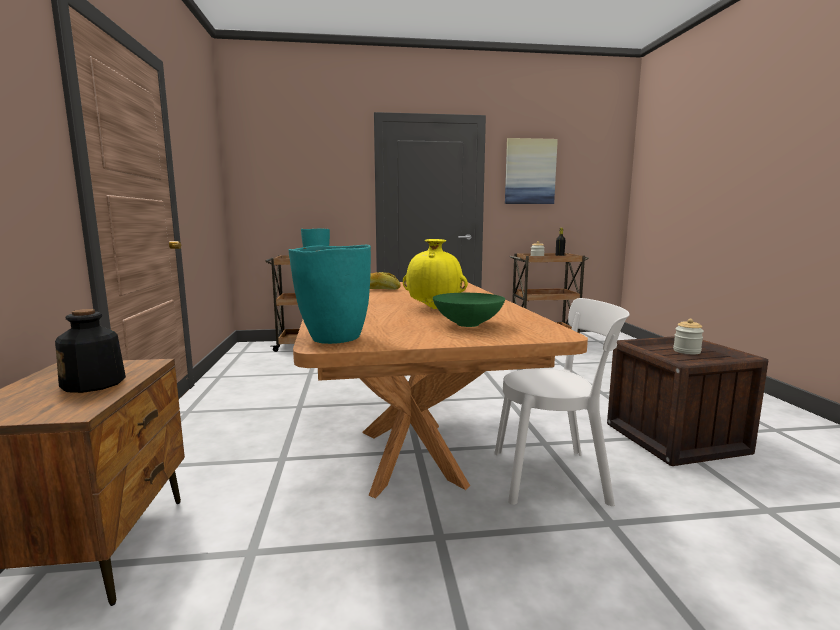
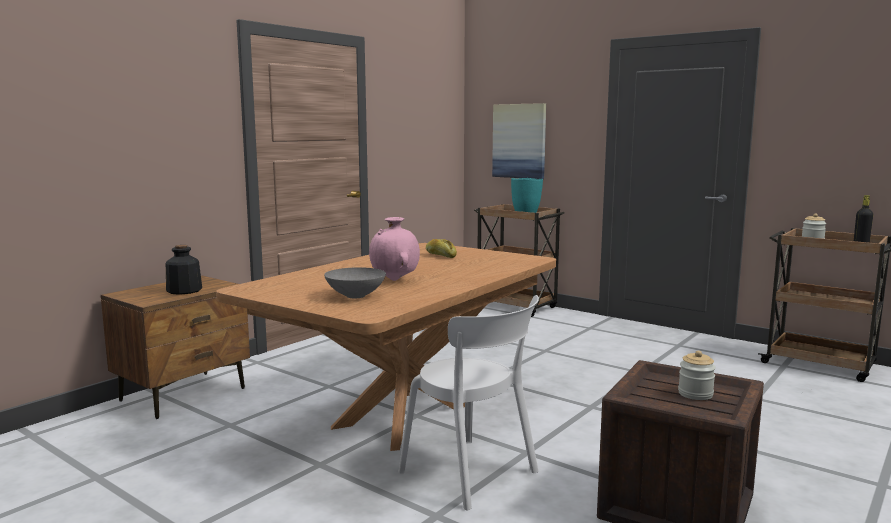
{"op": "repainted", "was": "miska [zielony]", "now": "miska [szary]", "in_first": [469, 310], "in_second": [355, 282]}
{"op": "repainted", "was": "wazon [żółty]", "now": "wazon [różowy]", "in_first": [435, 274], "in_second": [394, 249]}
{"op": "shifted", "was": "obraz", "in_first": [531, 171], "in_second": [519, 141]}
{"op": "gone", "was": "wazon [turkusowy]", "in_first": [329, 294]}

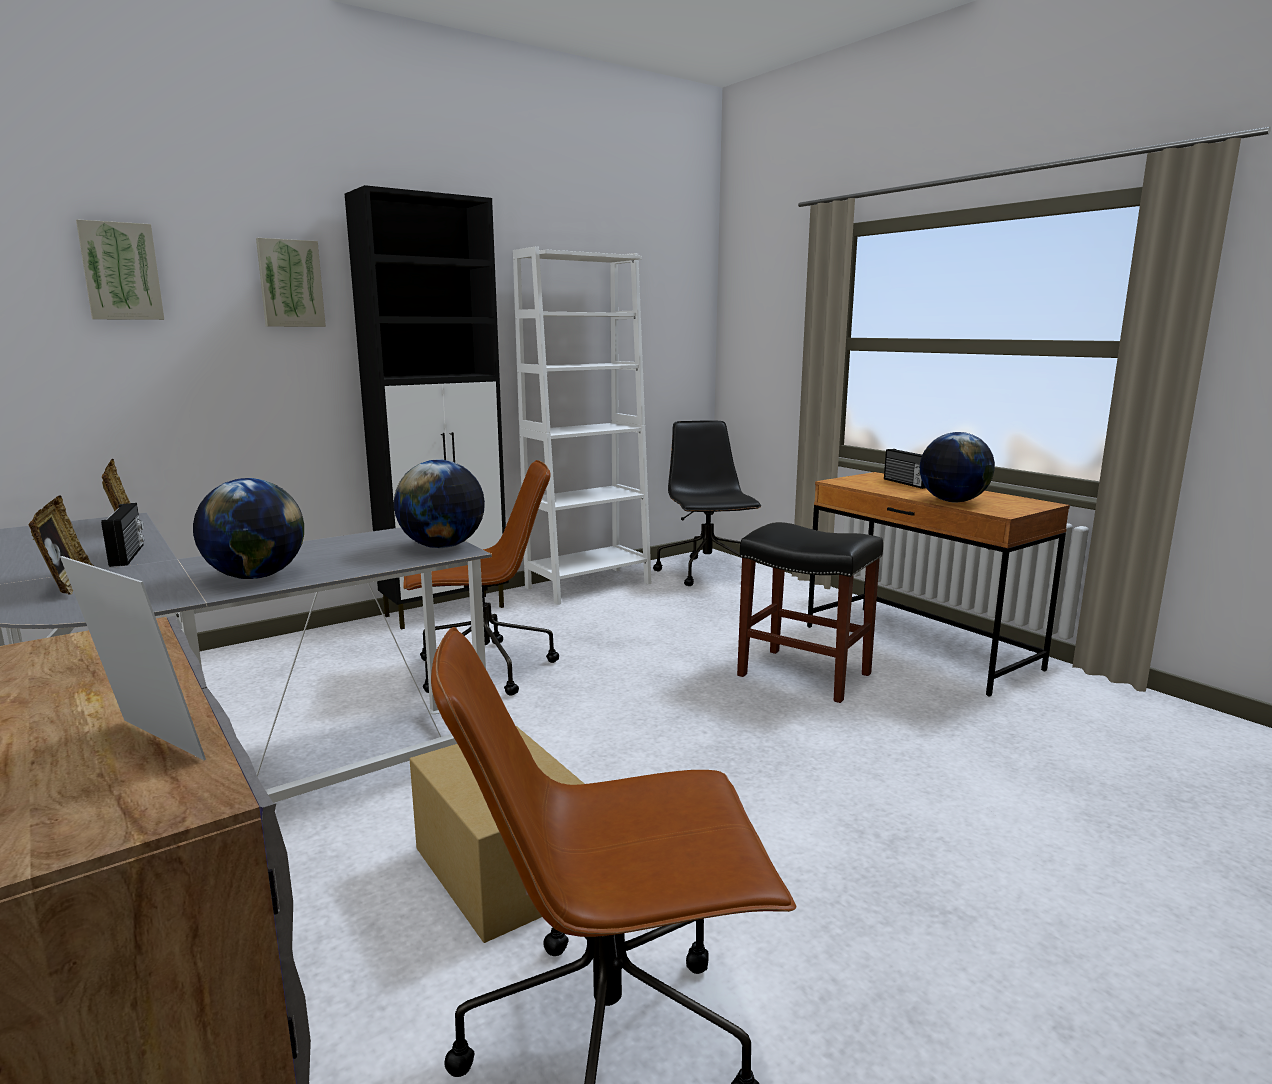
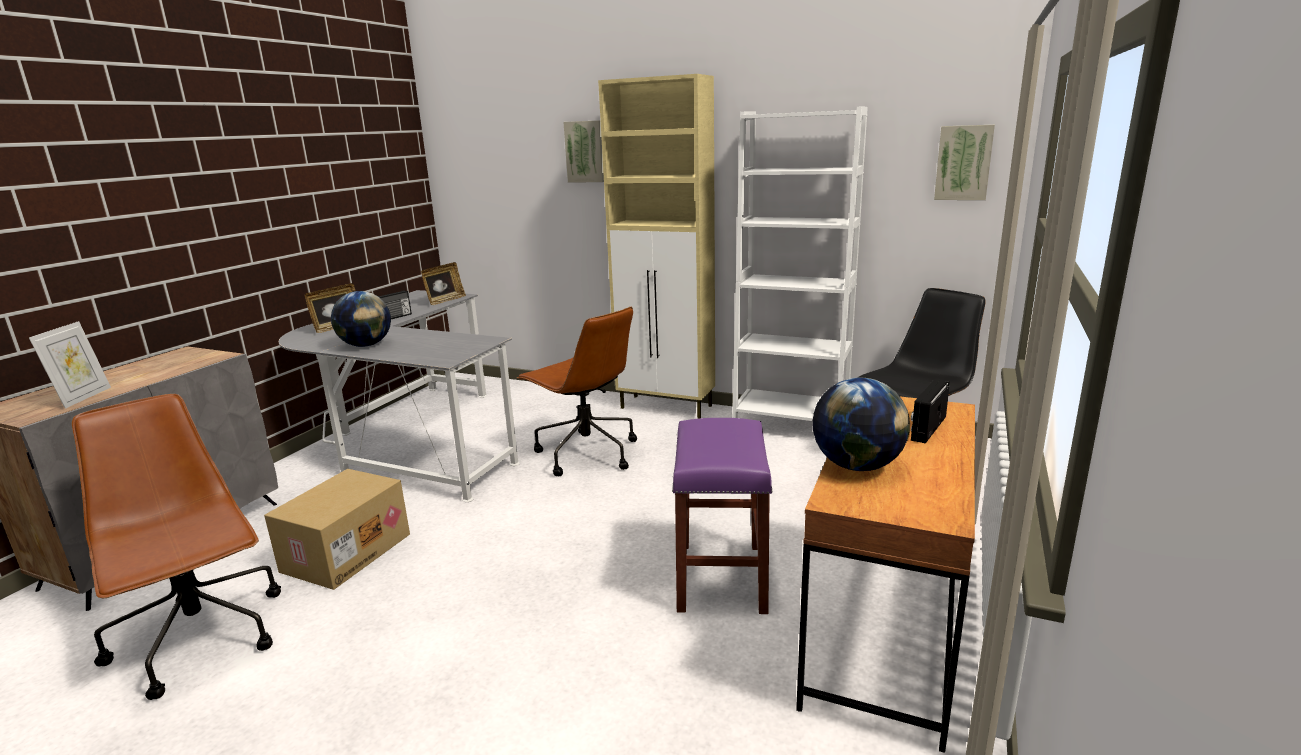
{"op": "repainted", "was": "szafka [czarny]", "now": "szafka [beżowy]", "in_first": [425, 407], "in_second": [656, 246]}
{"op": "repainted", "was": "stołek [czarny]", "now": "stołek [fioletowy]", "in_first": [810, 612], "in_second": [722, 516]}
{"op": "shifted", "was": "obraz", "in_first": [120, 269], "in_second": [964, 162]}
{"op": "gone", "was": "globus", "in_first": [439, 504]}

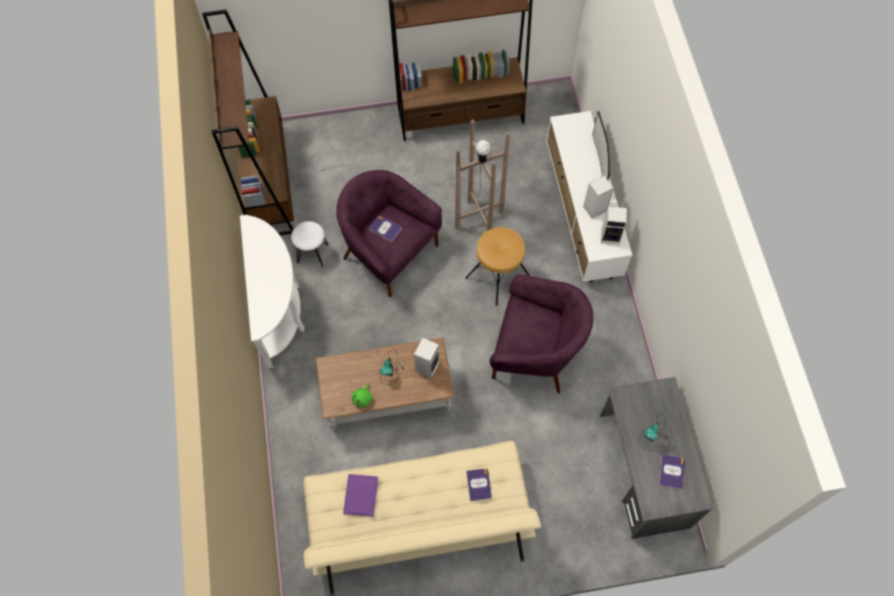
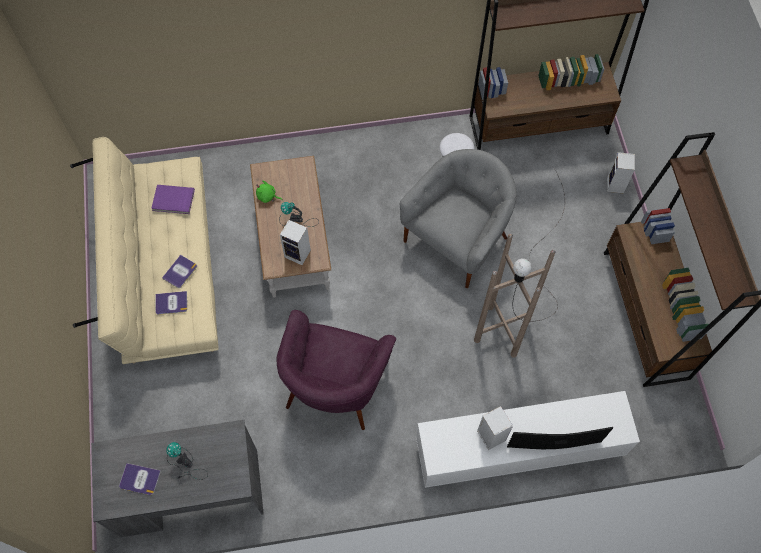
{"op": "shifted", "was": "książka", "in_first": [385, 229], "in_second": [179, 271]}
{"op": "repainted", "was": "fotel [fioletowy]", "now": "fotel [szary]", "in_first": [389, 233], "in_second": [457, 218]}
{"op": "shifted", "was": "głośnik", "in_first": [614, 225], "in_second": [621, 172]}
{"op": "gone", "was": "stolik konsolowy [biały]", "in_first": [272, 291]}
{"op": "gone", "was": "stołek [brązowy]", "in_first": [497, 266]}

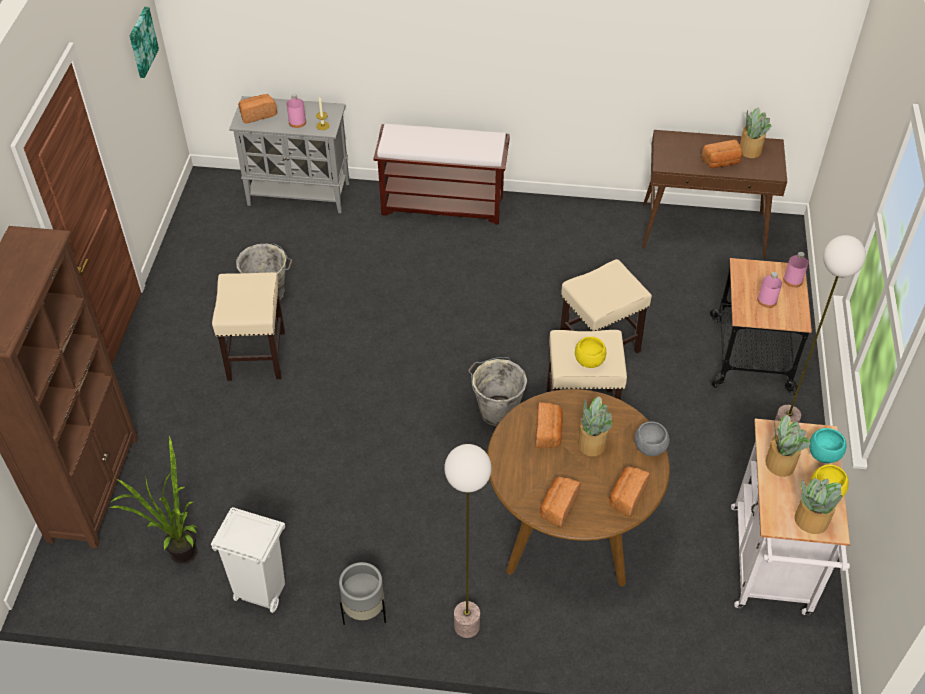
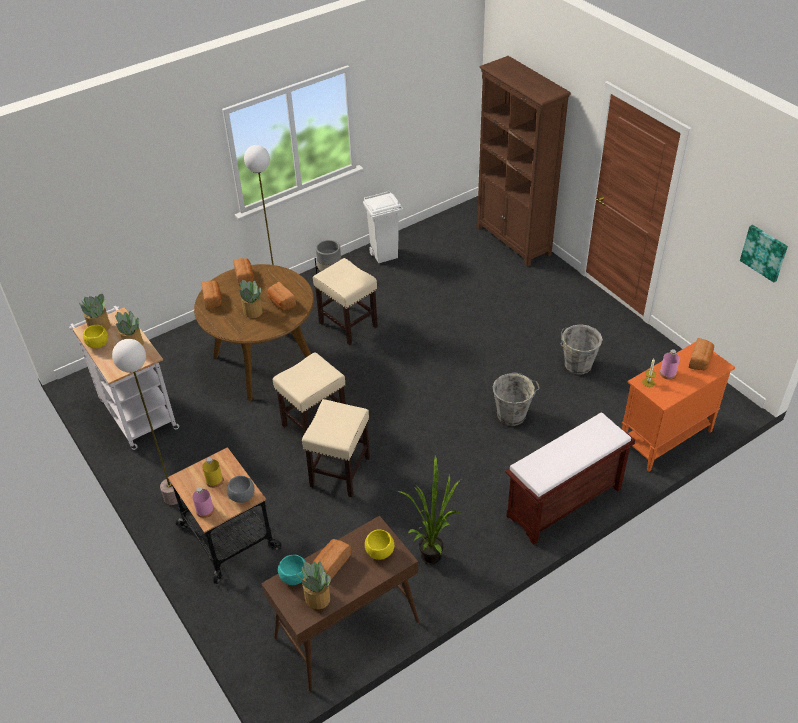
{"op": "repainted", "was": "butelka [różowy]", "now": "butelka [żółty]", "in_first": [769, 290], "in_second": [212, 472]}
{"op": "shifted", "was": "miska [szary]", "in_first": [652, 438], "in_second": [241, 489]}
{"op": "shifted", "was": "miska [turkusowy]", "in_first": [828, 445], "in_second": [292, 570]}
{"op": "shifted", "was": "stołek [beżowy]", "in_first": [248, 326], "in_second": [345, 301]}
{"op": "shifted", "was": "miska [żółty]", "in_first": [590, 352], "in_second": [379, 544]}
{"op": "shifted", "was": "roślina doniczkowa", "in_first": [153, 500], "in_second": [429, 510]}
{"op": "shifted", "was": "wiadro [szary]", "in_first": [497, 391], "in_second": [516, 399]}
{"op": "repainted", "was": "szafka [szary]", "now": "szafka [pomarańczowy]", "in_first": [289, 154], "in_second": [678, 406]}

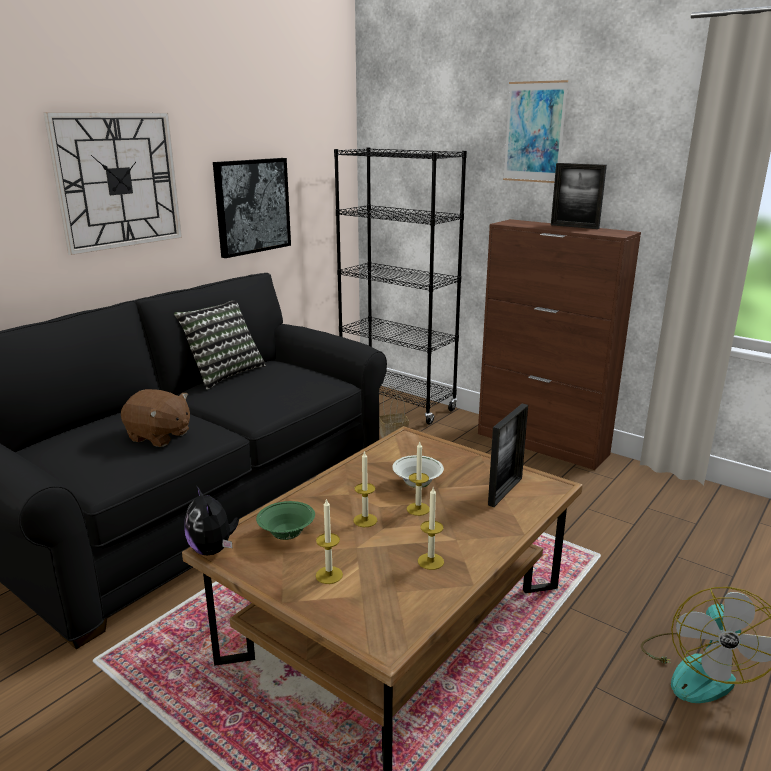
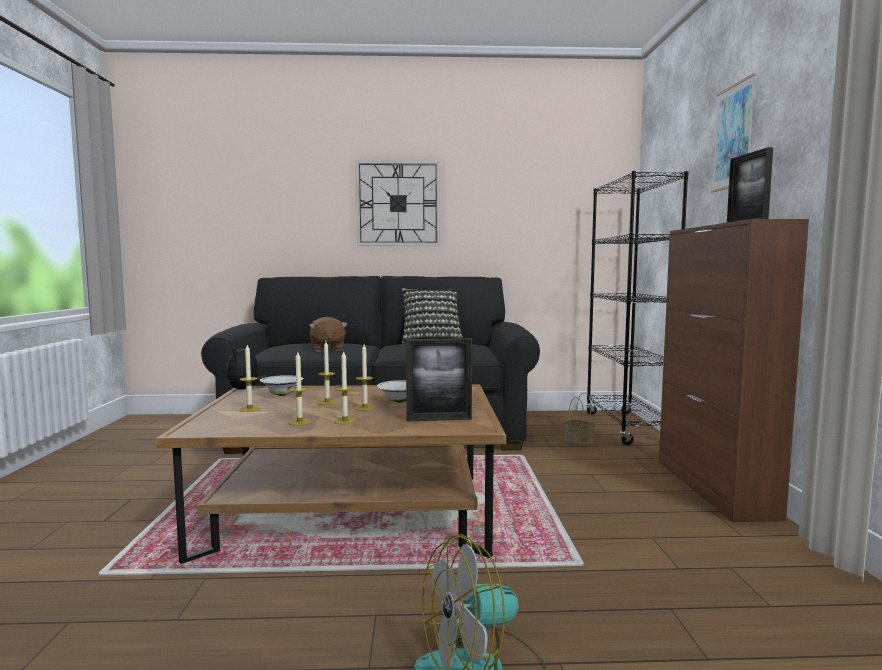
{"op": "repainted", "was": "miska [zielony]", "now": "miska [biały]", "in_first": [285, 520], "in_second": [281, 385]}
{"op": "new", "now": "świeca", "in_second": [345, 387]}
{"op": "gone", "was": "obraz", "in_first": [252, 208]}

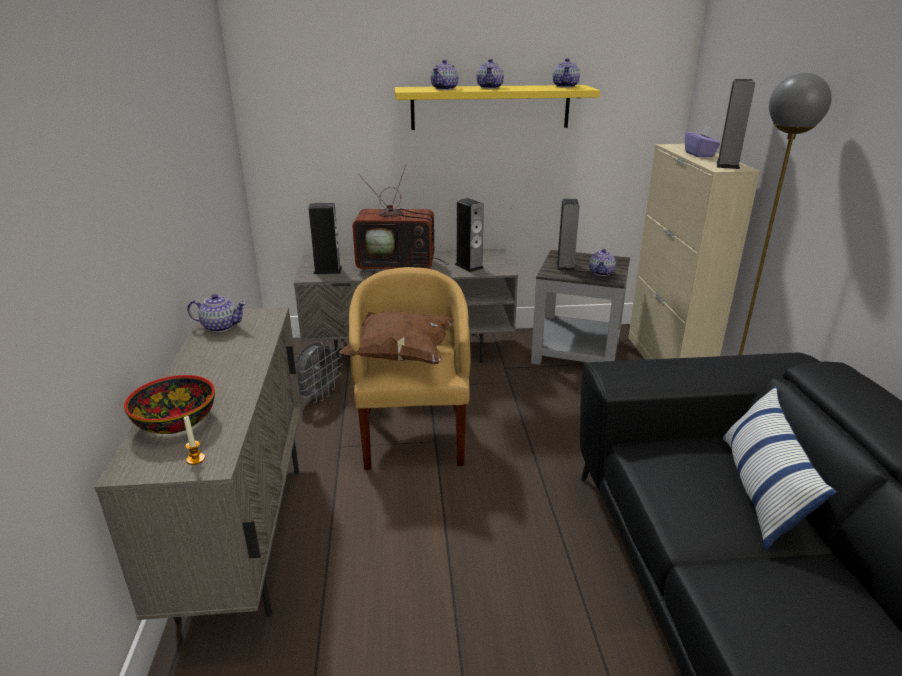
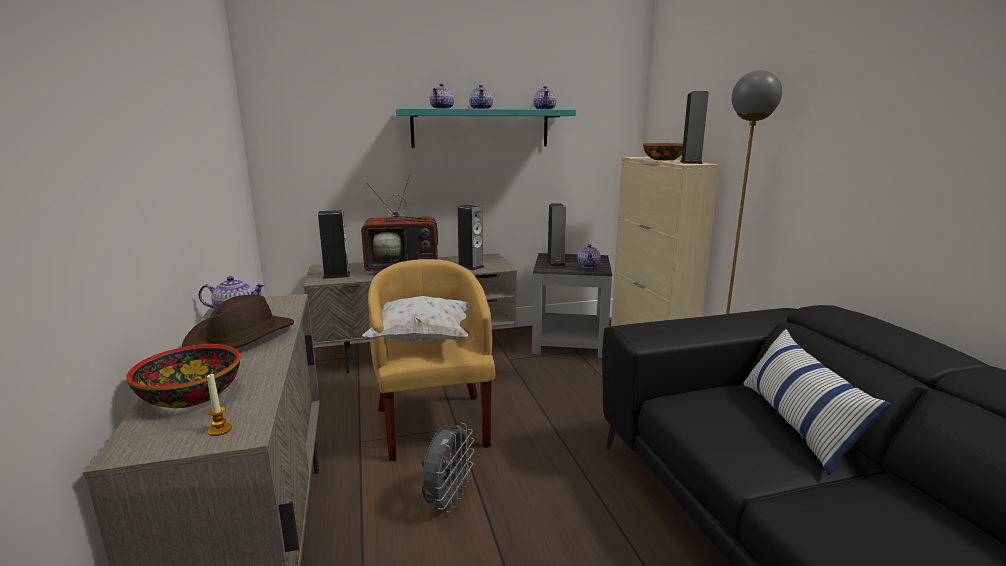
{"op": "new", "now": "kapelusz [brązowy]", "in_second": [238, 322]}
{"op": "repainted", "was": "poduszka [brązowy]", "now": "poduszka [biały]", "in_first": [396, 338], "in_second": [416, 319]}
{"op": "repainted", "was": "półka [żółty]", "now": "półka [turkusowy]", "in_first": [497, 107], "in_second": [486, 128]}
{"op": "shifted", "was": "wentylator [szary]", "in_first": [319, 372], "in_second": [448, 468]}
{"op": "swapped", "was": "pudełko chusteczek [fioletowy]", "now": "miska", "in_first": [702, 141], "in_second": [663, 151]}

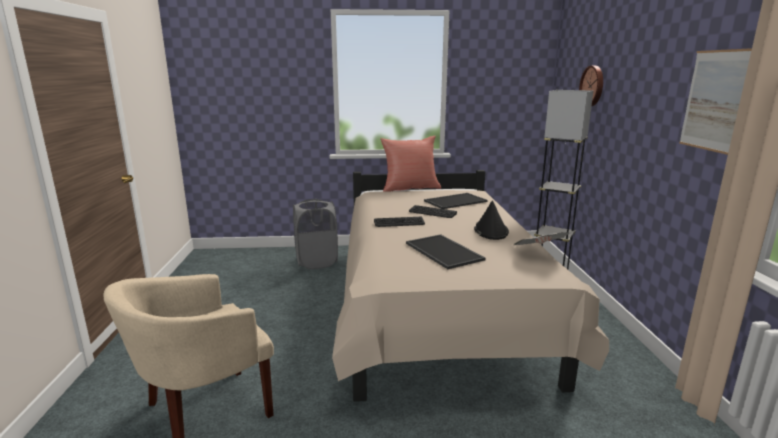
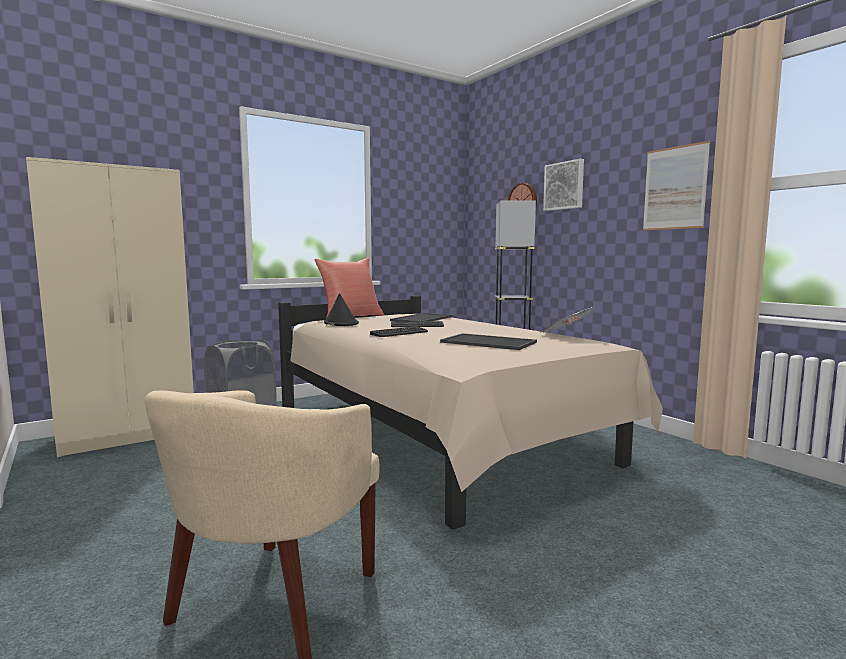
{"op": "new", "now": "szafa [beżowy]", "in_second": [110, 307]}
{"op": "shifted", "was": "kapelusz [czarny]", "in_first": [491, 220], "in_second": [341, 309]}
{"op": "new", "now": "obraz", "in_second": [563, 185]}

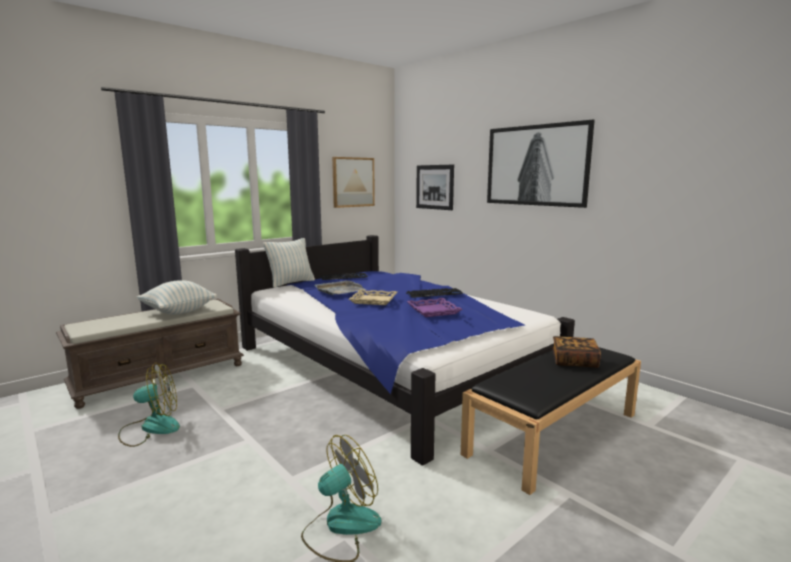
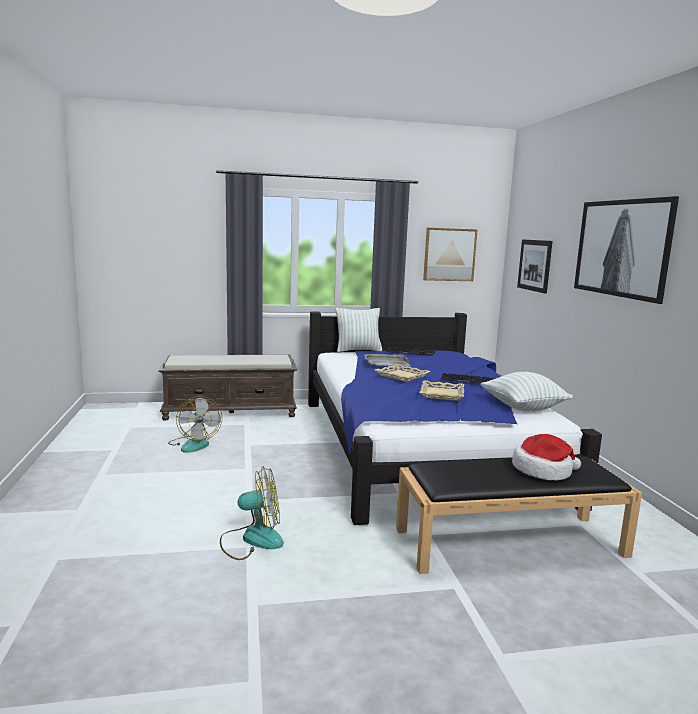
{"op": "rotated", "was": "wentylator", "in_first": [149, 405], "in_second": [195, 424], "clockwise": 60}
{"op": "repainted", "was": "taca [fioletowy]", "now": "taca [beżowy]", "in_first": [434, 307], "in_second": [441, 390]}
{"op": "shifted", "was": "poduszka", "in_first": [177, 297], "in_second": [527, 391]}
{"op": "swapped", "was": "książka", "now": "kapelusz", "in_first": [576, 352], "in_second": [546, 457]}

